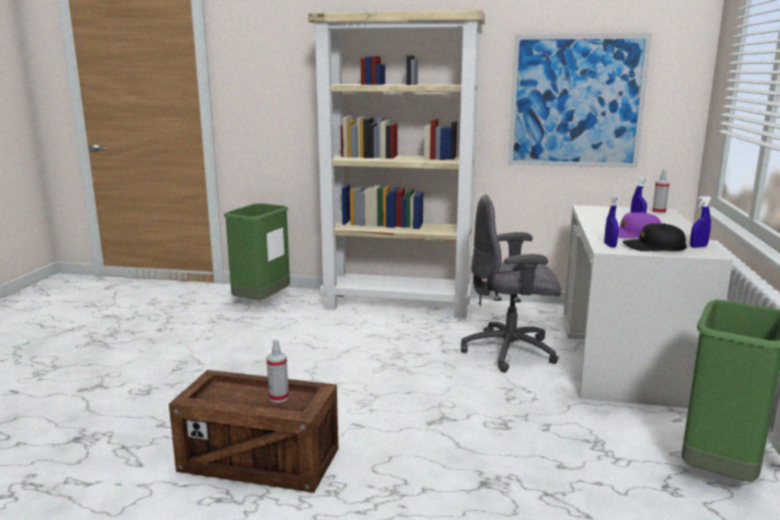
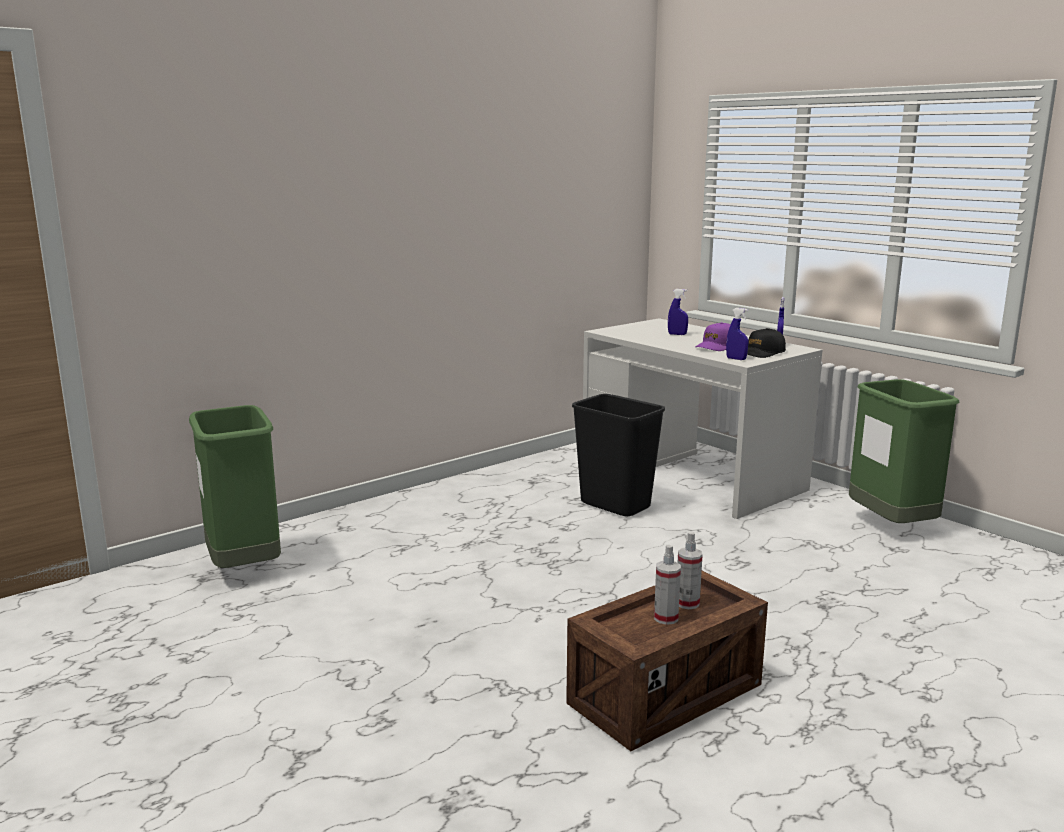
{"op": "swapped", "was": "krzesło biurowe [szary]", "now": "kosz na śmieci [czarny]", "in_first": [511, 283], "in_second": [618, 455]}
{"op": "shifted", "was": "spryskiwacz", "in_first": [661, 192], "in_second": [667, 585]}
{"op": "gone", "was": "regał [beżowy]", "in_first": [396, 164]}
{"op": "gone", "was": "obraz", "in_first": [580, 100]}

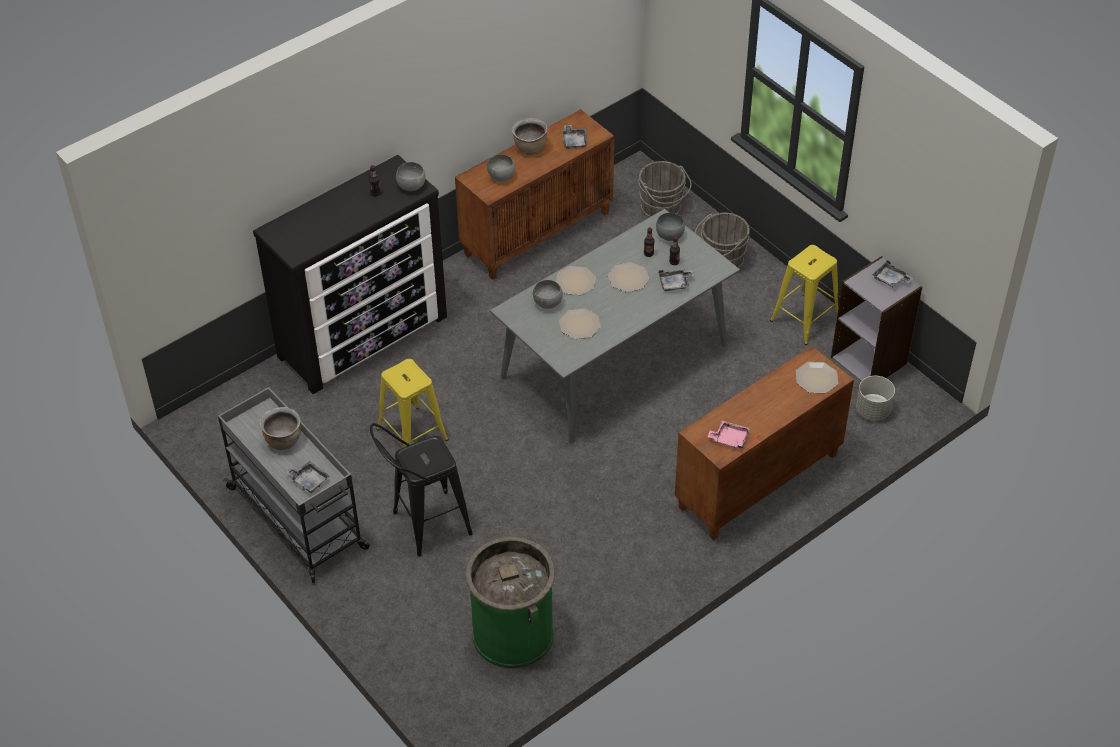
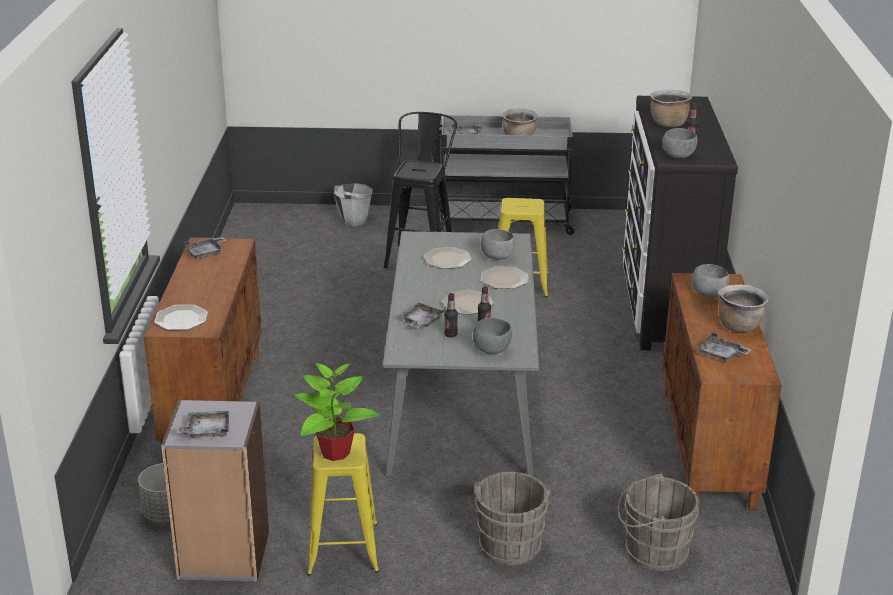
{"op": "repainted", "was": "taca [różowy]", "now": "taca [szary]", "in_first": [728, 435], "in_second": [205, 248]}
{"op": "new", "now": "roślina doniczkowa", "in_second": [337, 412]}
{"op": "new", "now": "wiadro [szary]", "in_second": [353, 205]}
{"op": "new", "now": "garnek [brązowy]", "in_second": [671, 108]}
{"op": "gone", "was": "kosz na śmieci [zielony]", "in_first": [510, 603]}

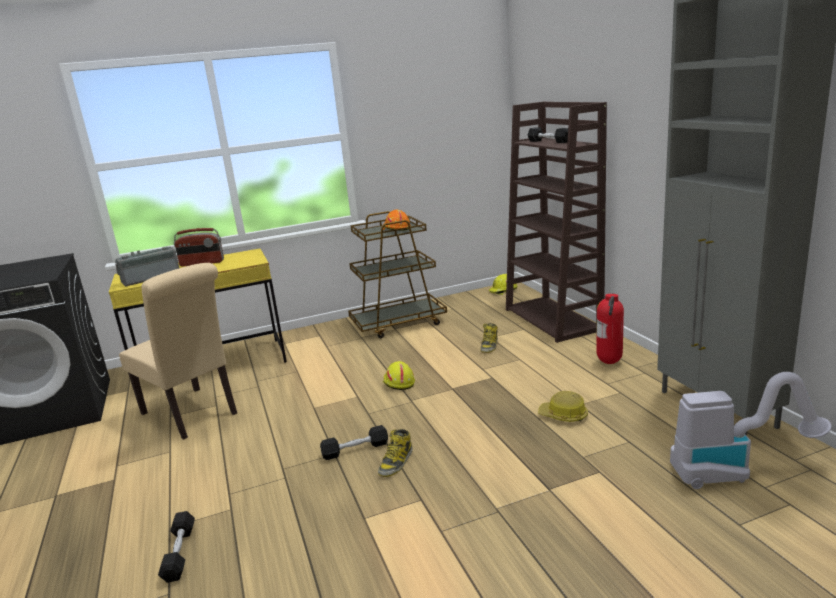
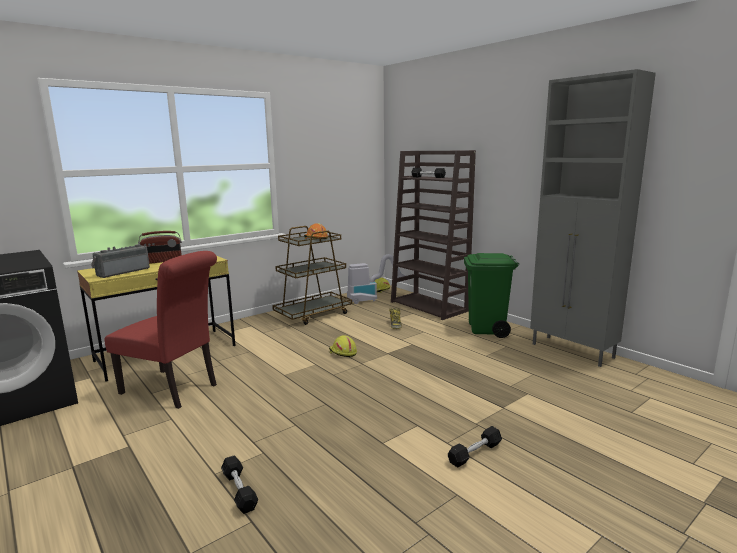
{"op": "repainted", "was": "krzesło [beżowy]", "now": "krzesło [czerwony]", "in_first": [178, 351], "in_second": [160, 330]}
{"op": "shifted", "was": "odkurzacz", "in_first": [751, 430], "in_second": [376, 279]}
{"op": "shifted", "was": "hantel [czarny]", "in_first": [354, 442], "in_second": [475, 446]}
{"op": "swapped", "was": "gaśnica", "now": "kosz na śmieci [zielony]", "in_first": [610, 328], "in_second": [491, 295]}
{"op": "gone", "was": "but z cholewką", "in_first": [395, 453]}
{"op": "gone", "was": "kask", "in_first": [563, 406]}

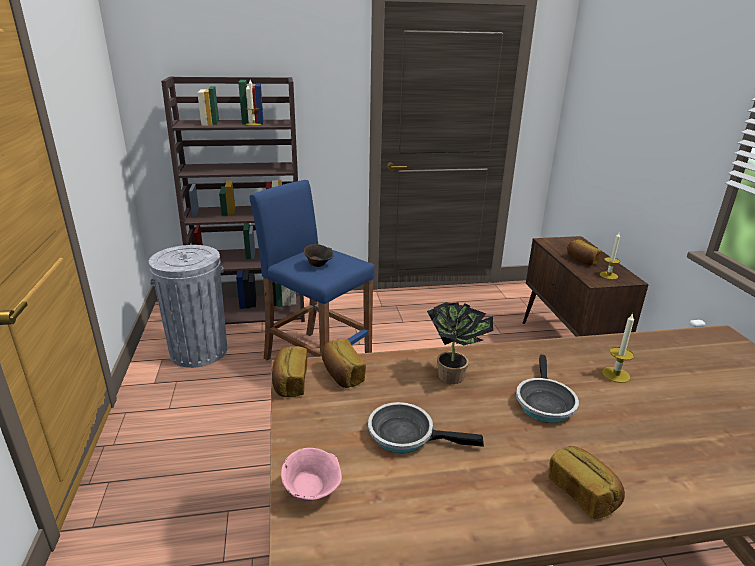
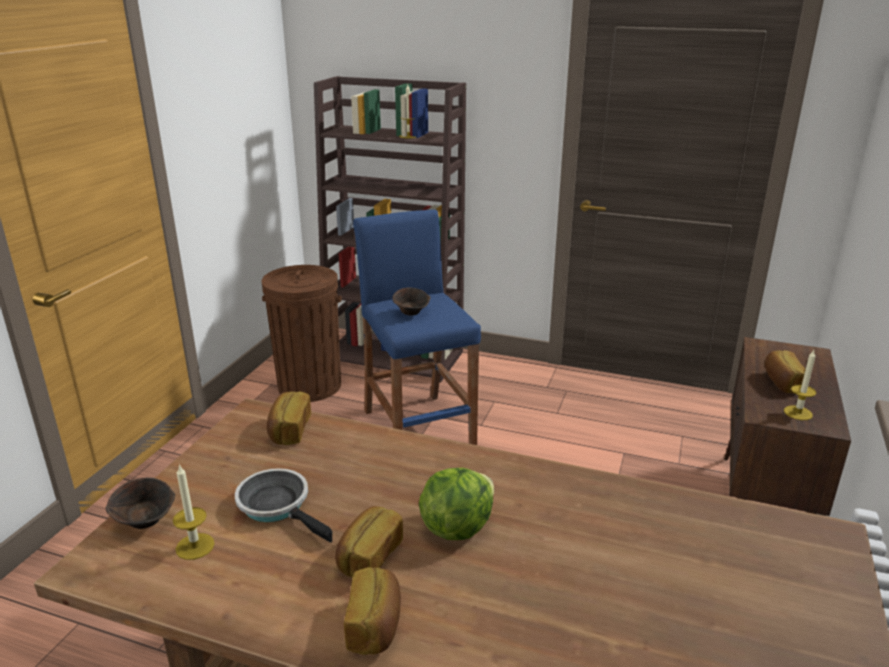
{"op": "repainted", "was": "miska [różowy]", "now": "miska [brązowy]", "in_first": [311, 474], "in_second": [140, 503]}
{"op": "shifted", "was": "świeca", "in_first": [618, 348], "in_second": [194, 512]}
{"op": "repainted", "was": "kosz na śmieci [szary]", "now": "kosz na śmieci [brązowy]", "in_first": [188, 306], "in_second": [302, 333]}
{"op": "shifted", "was": "chleb", "in_first": [289, 371], "in_second": [369, 542]}
{"op": "swapped", "was": "patelnia", "now": "sałata", "in_first": [547, 389], "in_second": [456, 504]}
{"op": "gone", "was": "roślina doniczkowa", "in_first": [460, 343]}

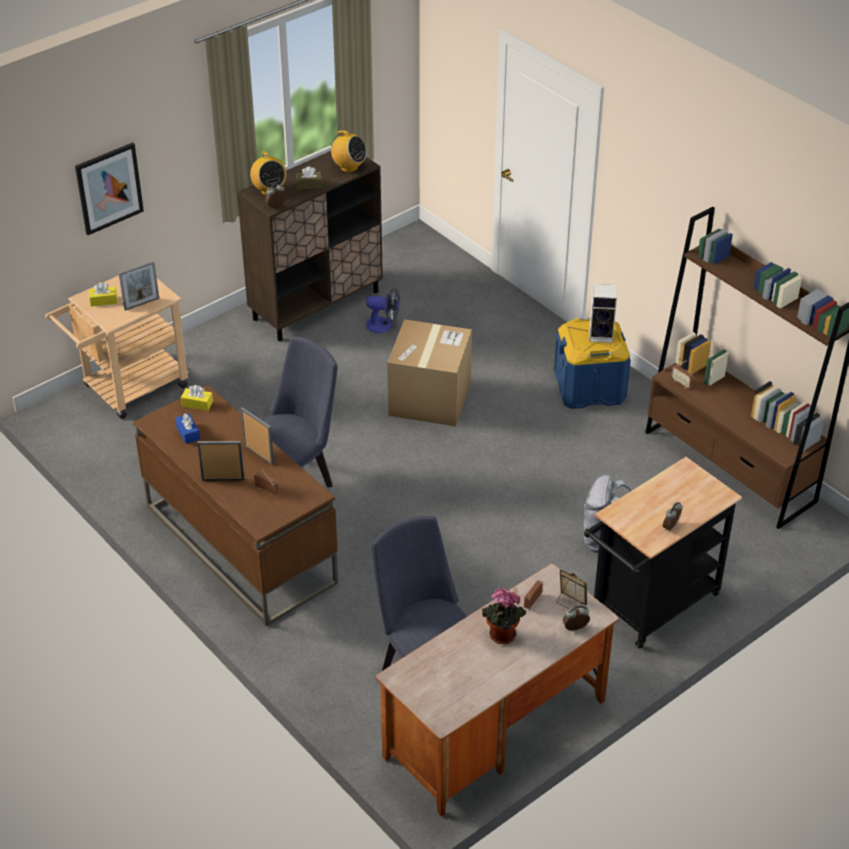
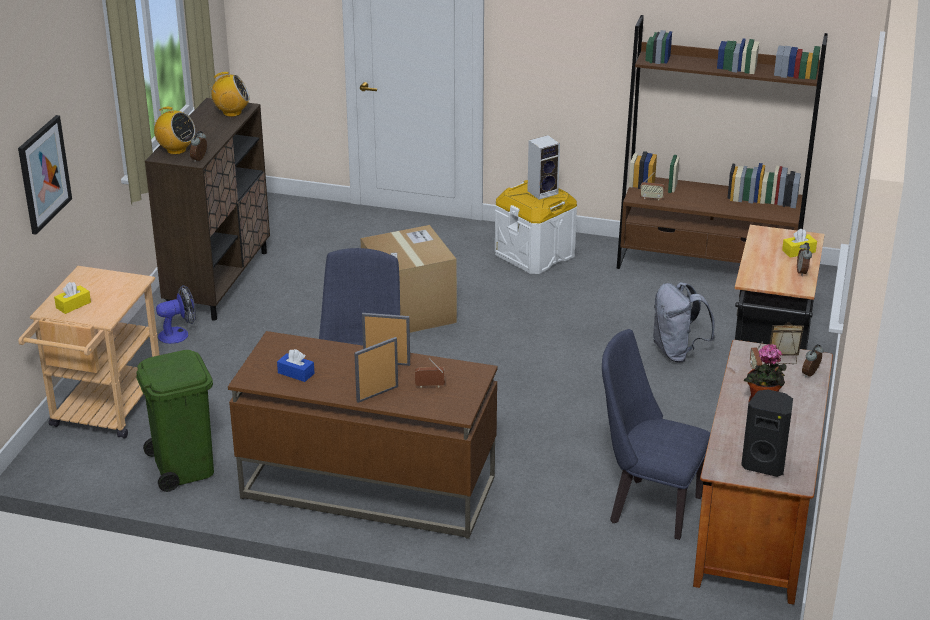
{"op": "new", "now": "kosz na śmieci [zielony]", "in_second": [175, 421]}
{"op": "shifted", "was": "wentylator", "in_first": [383, 310], "in_second": [176, 314]}
{"op": "repainted", "was": "pojemnik do przechowywania [niebieski]", "now": "pojemnik do przechowywania [biały]", "in_first": [592, 363], "in_second": [536, 227]}
{"op": "new", "now": "głośnik [czarny]", "in_second": [767, 433]}
{"op": "shifted", "was": "pudełko chusteczek [żółty]", "in_first": [197, 398], "in_second": [799, 243]}
{"op": "gone", "was": "ramka na zdjęcie", "in_first": [139, 286]}
{"op": "gone", "was": "pudełko chusteczek [brązowy]", "in_first": [309, 178]}

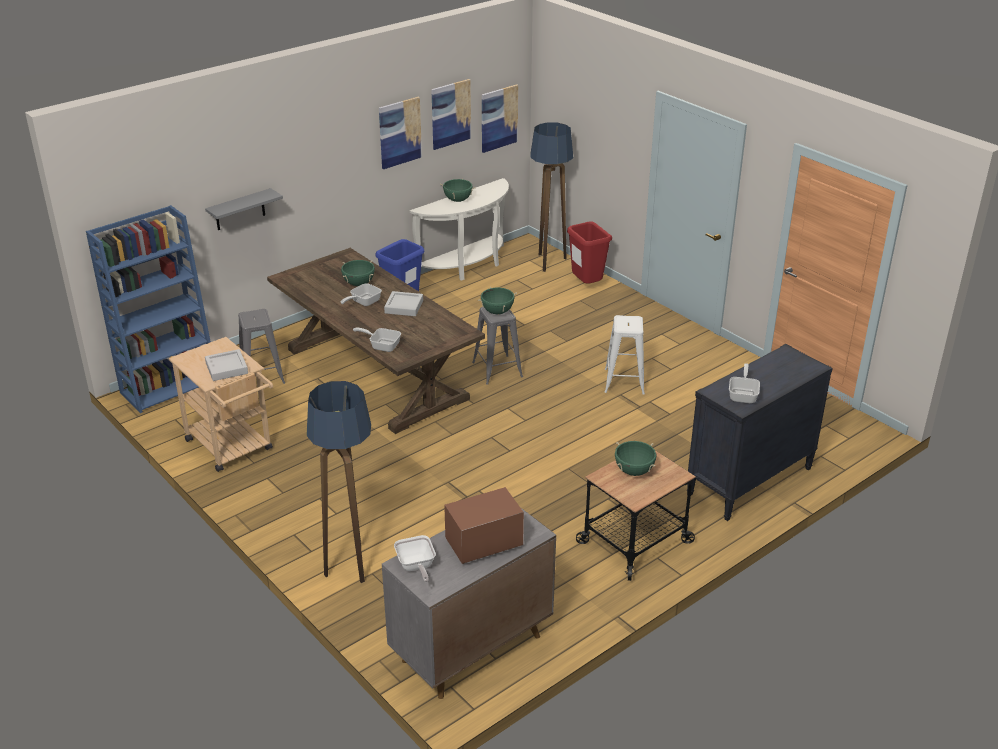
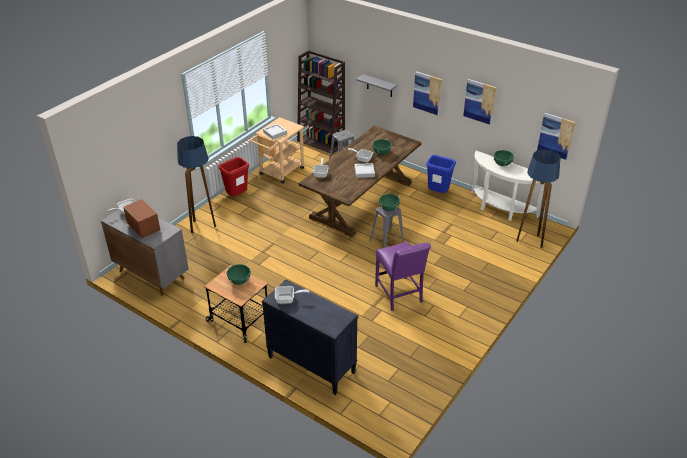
{"op": "shifted", "was": "kosz na śmieci [czerwony]", "in_first": [589, 253], "in_second": [233, 176]}
{"op": "repainted", "was": "regał [niebieski]", "now": "regał [brązowy]", "in_first": [148, 309], "in_second": [321, 102]}
{"op": "swapped", "was": "stołek [biały]", "now": "krzesło [fioletowy]", "in_first": [625, 355], "in_second": [403, 276]}
{"op": "shifted", "was": "obraz", "in_first": [451, 114], "in_second": [427, 93]}

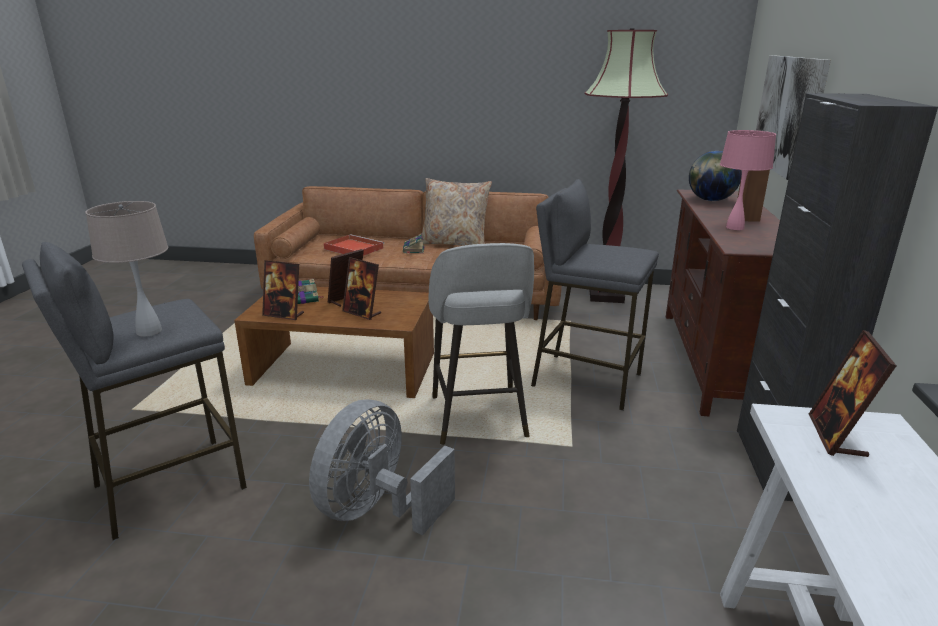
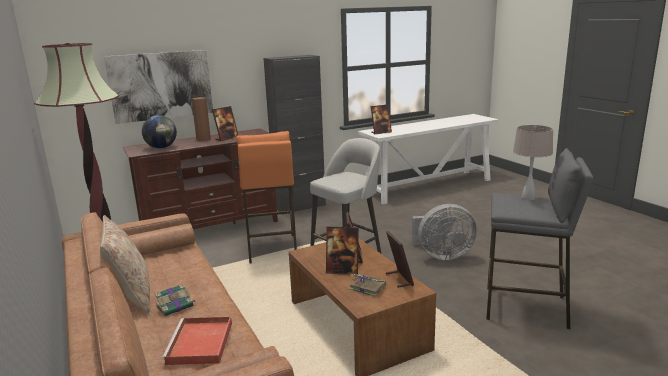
{"op": "swapped", "was": "lampa stołowa [różowy]", "now": "ramka na zdjęcie", "in_first": [748, 180], "in_second": [225, 123]}
{"op": "repainted", "was": "stołek [szary]", "now": "stołek [pomarańczowy]", "in_first": [595, 295], "in_second": [266, 197]}

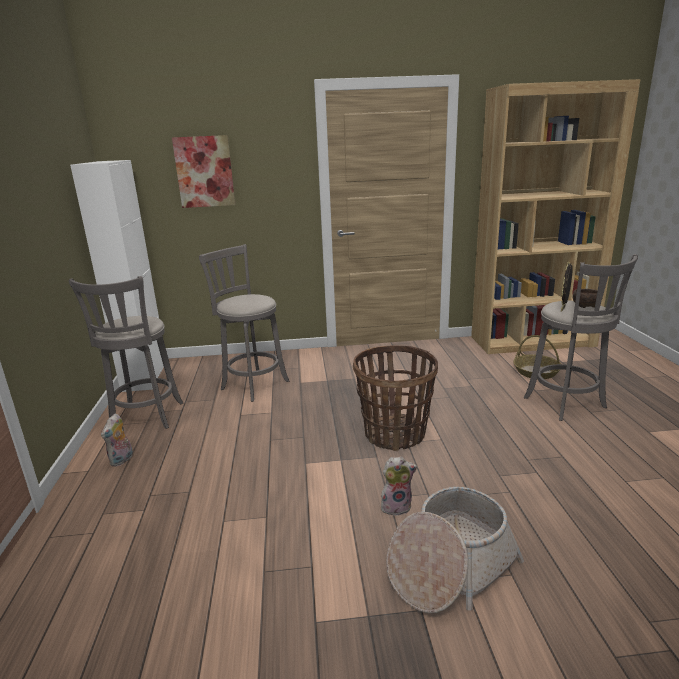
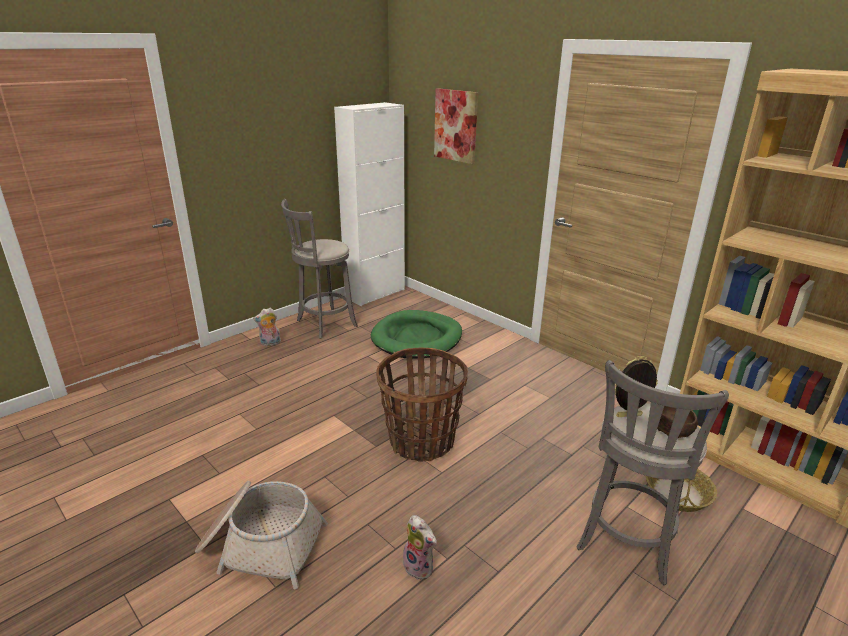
{"op": "swapped", "was": "stołek [szary]", "now": "legowisko [zielony]", "in_first": [244, 323], "in_second": [416, 334]}
{"op": "shifted", "was": "pluszak", "in_first": [399, 486], "in_second": [420, 547]}

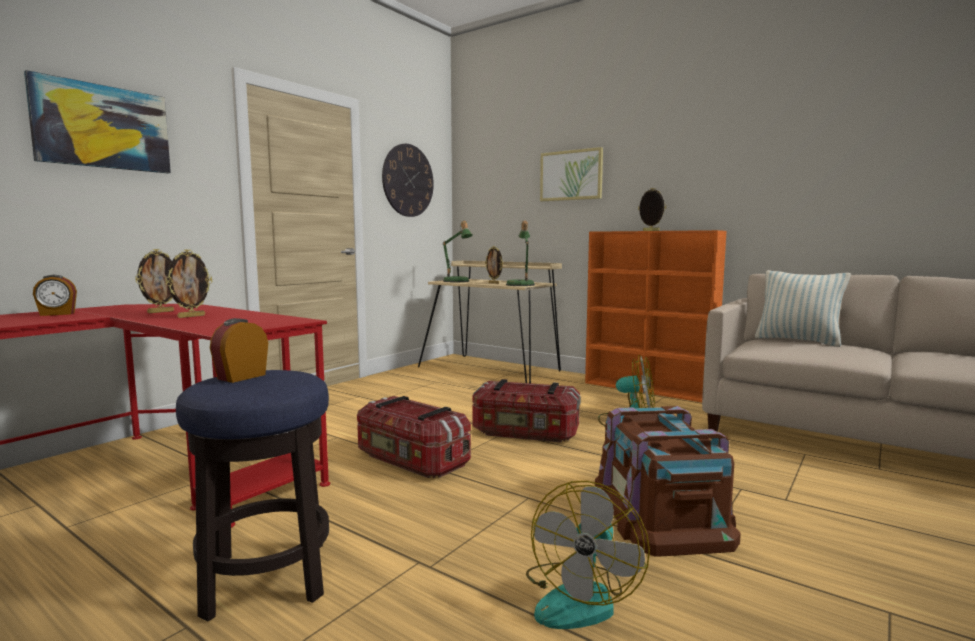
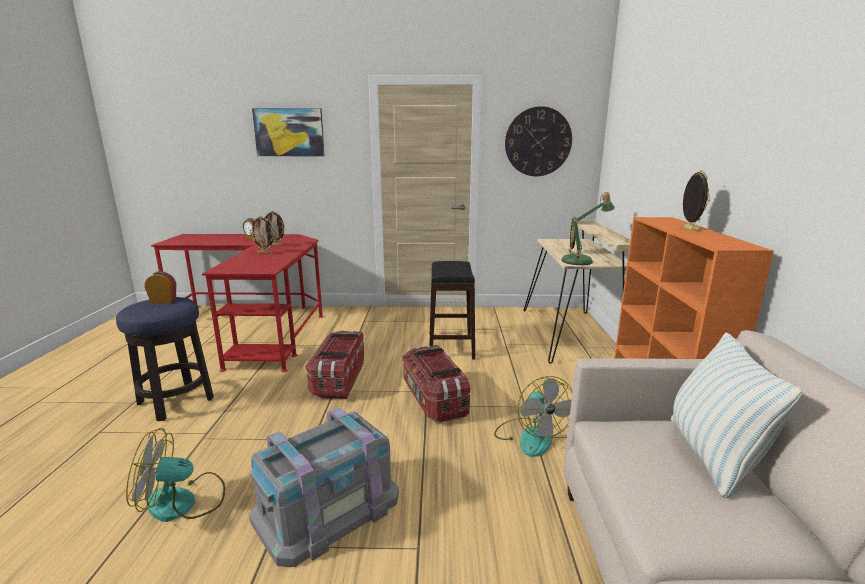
{"op": "repainted", "was": "pojemnik do przechowywania [brązowy]", "now": "pojemnik do przechowywania [szary]", "in_first": [668, 481], "in_second": [324, 487]}
{"op": "new", "now": "stołek [czarny]", "in_second": [452, 310]}
{"op": "gone", "was": "lampa stołowa", "in_first": [457, 251]}
{"op": "gone", "was": "obraz", "in_first": [571, 174]}

